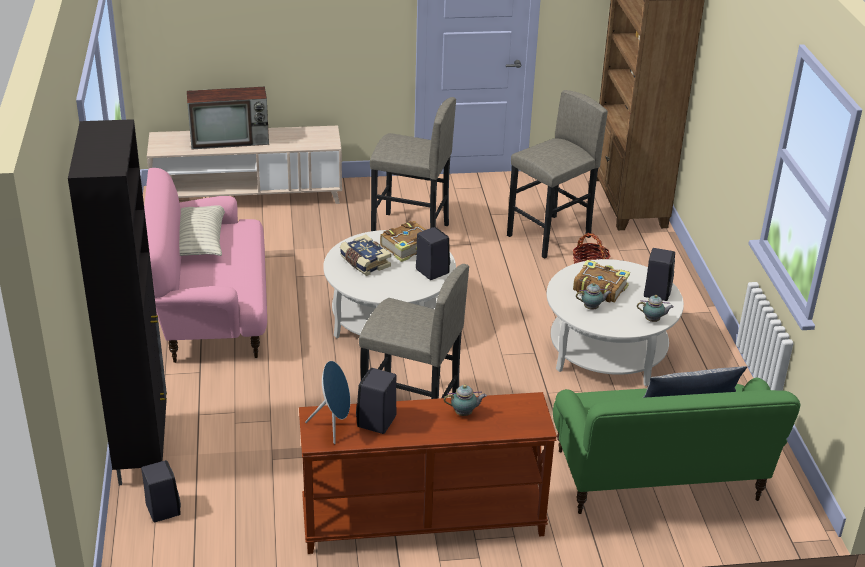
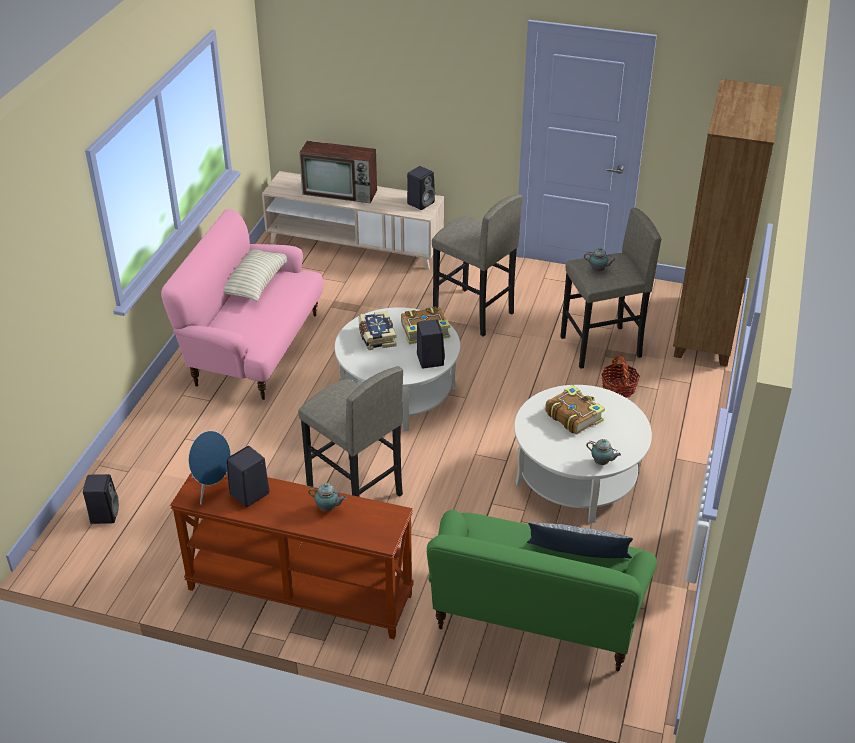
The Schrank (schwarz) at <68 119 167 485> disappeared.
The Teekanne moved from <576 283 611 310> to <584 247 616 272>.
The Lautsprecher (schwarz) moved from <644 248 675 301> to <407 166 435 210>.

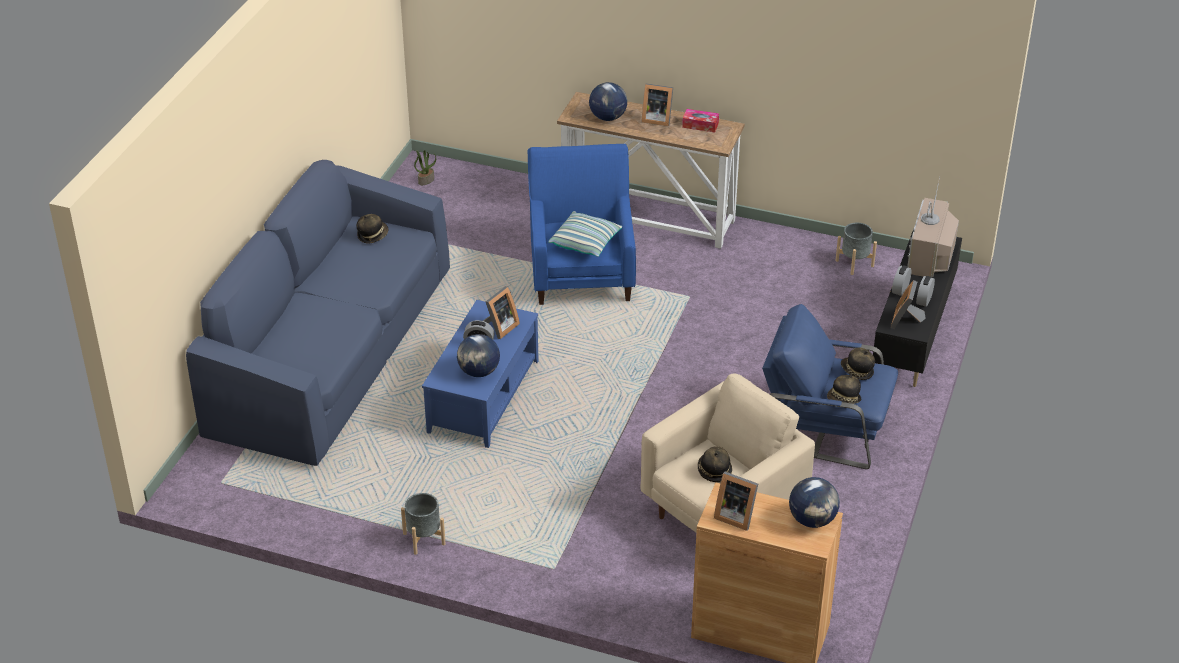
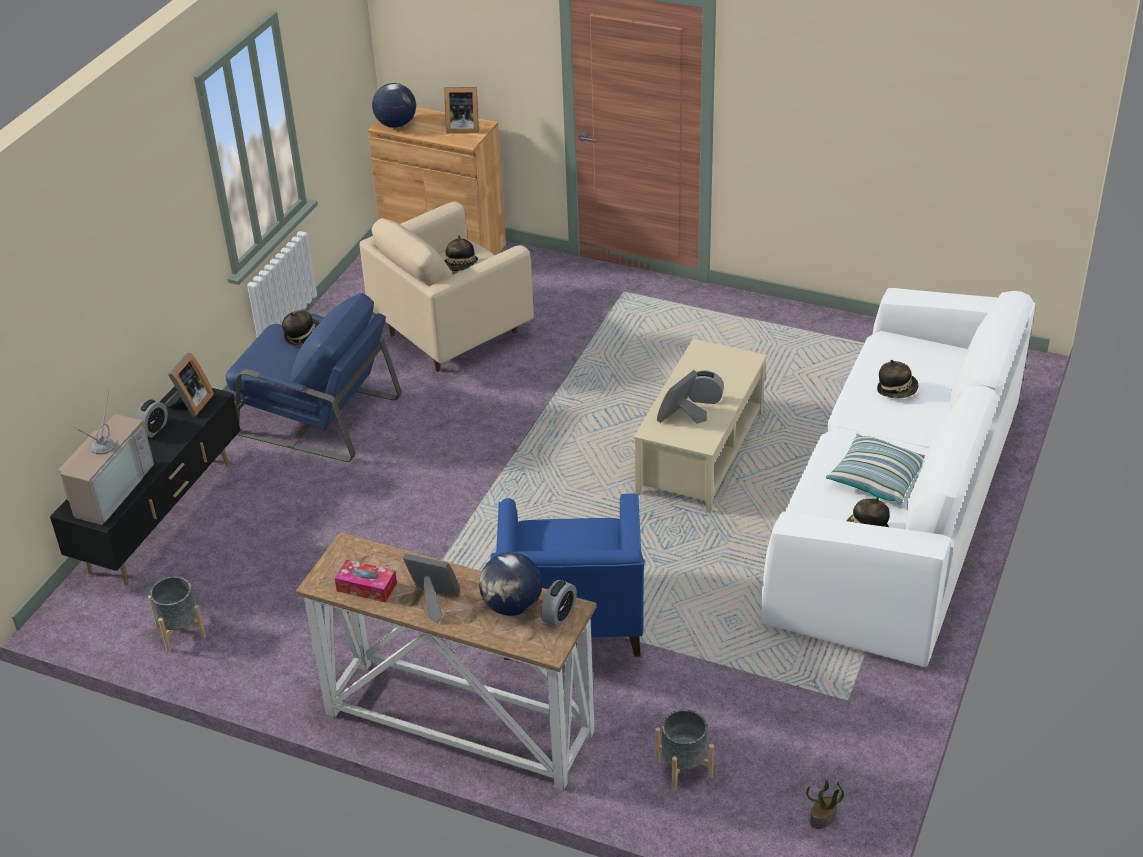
The Globus at <457 334 500 377> disappeared.
The Pflanzkübel (grau) moved from <401 493 446 555> to <655 709 714 791>.
The Kissen moved from <548 211 622 257> to <826 434 925 505>.
The Hut moved from <841 348 875 380> to <877 360 919 399>.
The Wecker moved from <892 265 912 296> to <541 580 577 627>.
The Sofa (blau) at <186 160 450 466> became the Sofa (weiß) at <761 288 1035 667>.
The Couchtisch (blau) at <422 300 539 448> became the Couchtisch (beige) at <634 339 767 513>.
The Bilderrahmen at <714 472 758 531> turned 150 degrees clockwise.

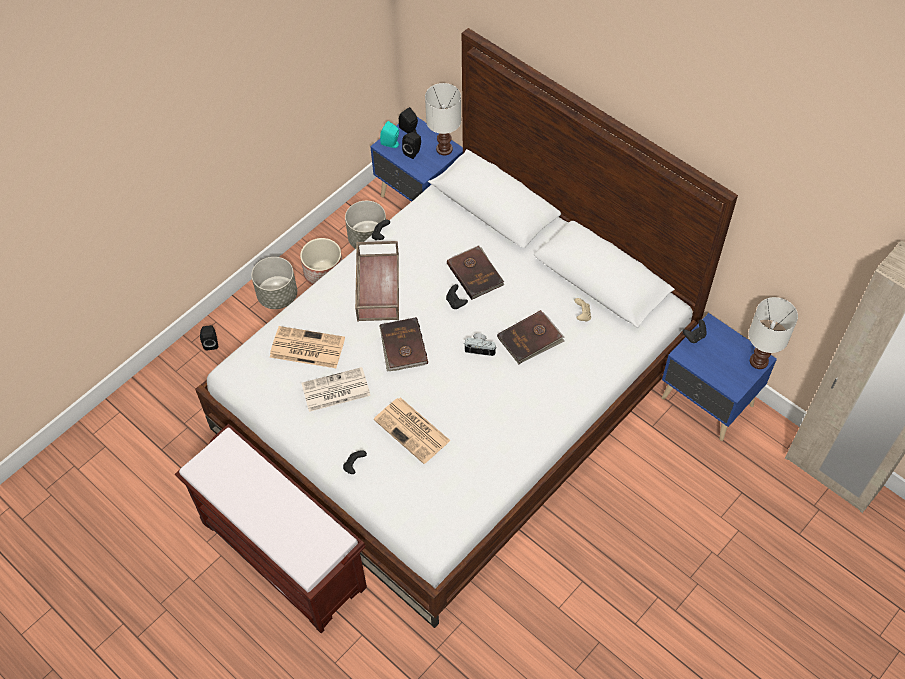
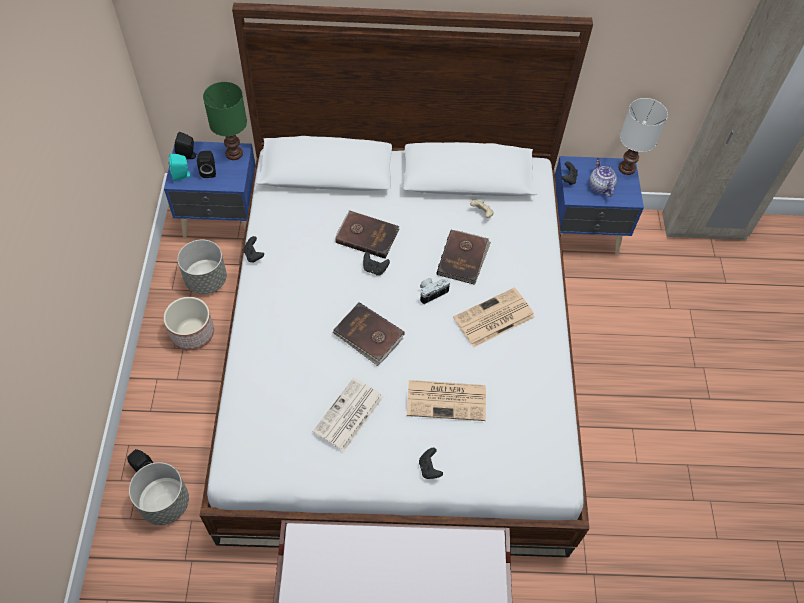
The Tablett (braun) at <355 241 399 321> disappeared.
The Teekanne at <589 158 617 197> appeared.
The Pflanzkübel (grau) moved from <251 257 297 309> to <129 462 189 525>.
The Zeitung moved from <270 326 345 368> to <453 288 535 348>.
The Tischlampe (weiß) at <425 83 461 155> became the Tischlampe (grün) at <203 82 247 160>.

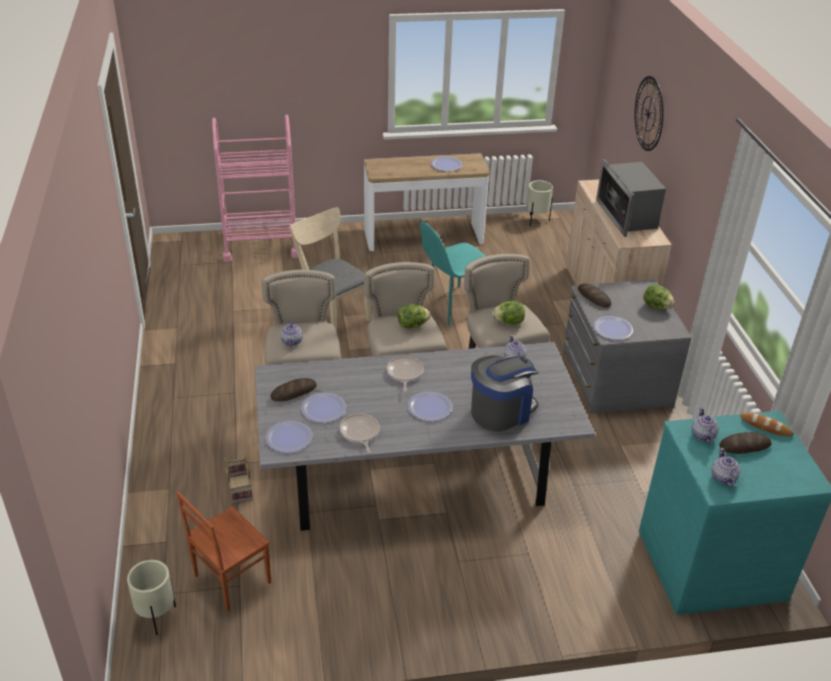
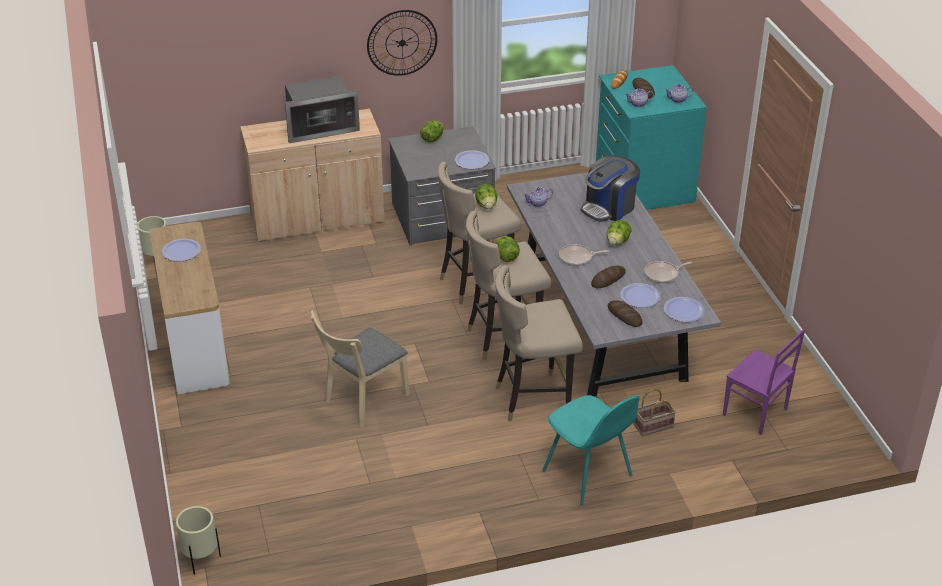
The Rollwagen (rosa) at <212 115 298 262> disappeared.
The Teekanne at <281 319 303 347> disappeared.
The Pflanzkübel (beige) moved from <127 560 176 635> to <176 506 221 574>.
The Stuhl (türkis) moved from <420 221 485 326> to <542 395 640 505>.
The Brot moved from <578 284 611 308> to <591 266 626 288>.
The Wanduhr moved from <634 76 664 151> to <367 10 437 76>.
The Teller at <408 391 453 421> was replaced by the Salatkopf at <607 220 632 245>.
The Stuhl (braun) at <176 491 271 611> became the Stuhl (lila) at <723 328 805 435>.
The Kaffeemaschine at <471 355 539 432> turned 90 degrees counterclockwise.

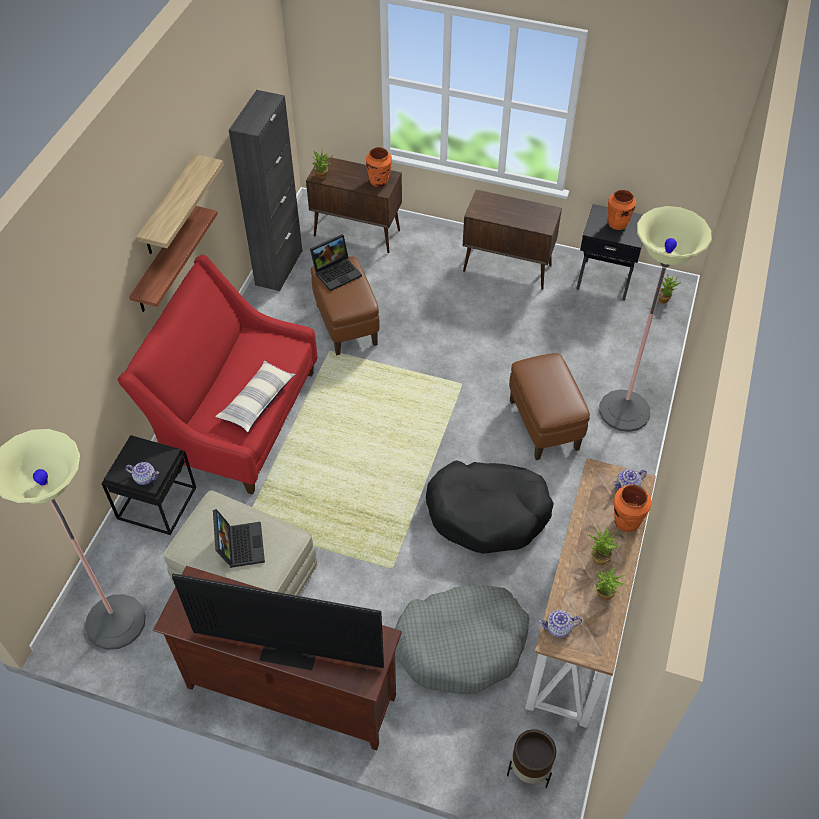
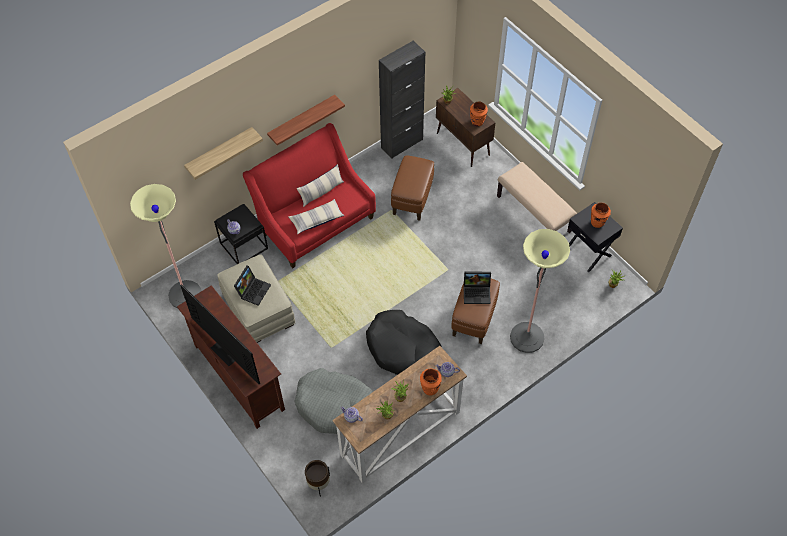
The Kissen at <297 164 344 207> appeared.
The Wandregal moved from <136 154 224 254> to <184 127 263 180>.
The Laptop moved from <310 234 362 291> to <463 272 491 304>.
The Schrank (braun) at <463 190 562 290> was replaced by the Bank (beige) at <497 162 577 233>.

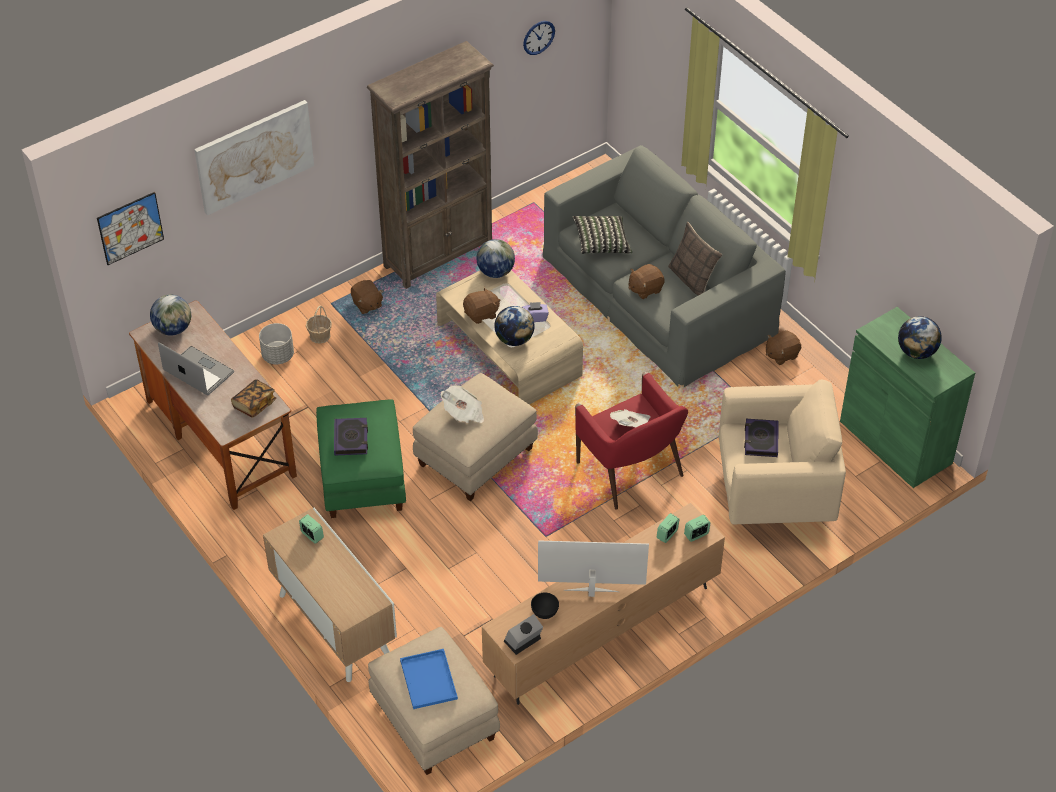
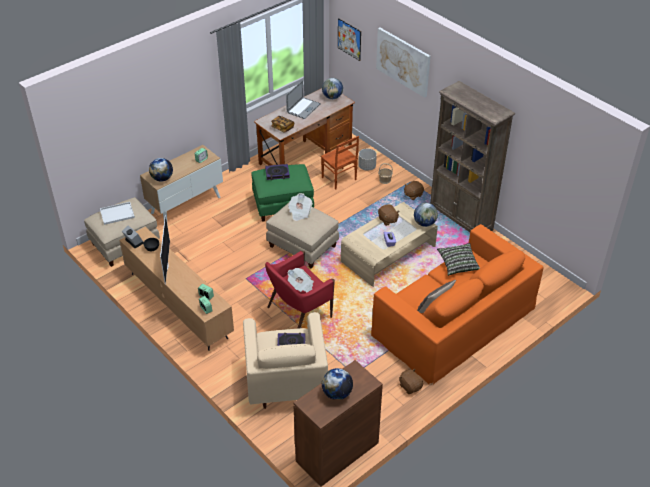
The Wanduhr at <523 21 555 55> disappeared.
The Plüschtier (braun) at <629 264 665 299> disappeared.
The Stuhl (braun) at <321 136 359 190> appeared.
The Globus moved from <494 306 535 346> to <149 158 173 182>.
The Tablett (blau) at <400 649 458 709> became the Tablett (weiß) at <100 202 135 225>.
The Sofa (grau) at <543 145 786 387> became the Sofa (orange) at <371 224 543 385>.
The Schrank (grün) at <840 307 975 488> became the Schrank (braun) at <293 360 383 487>.

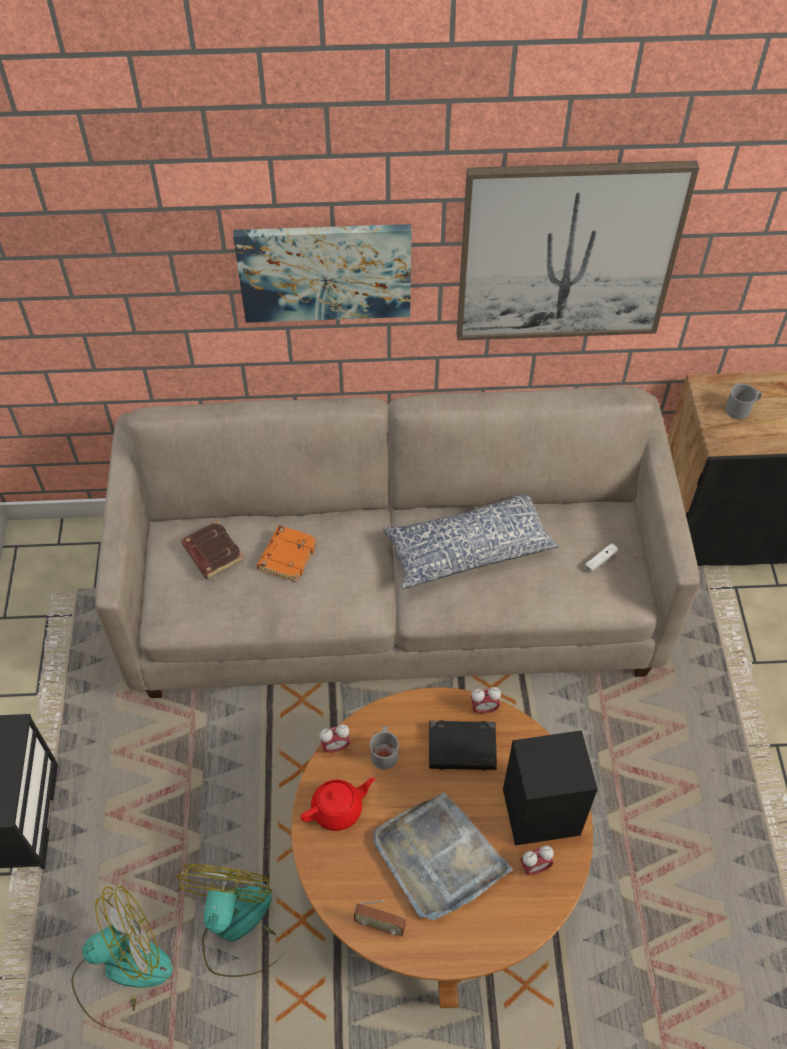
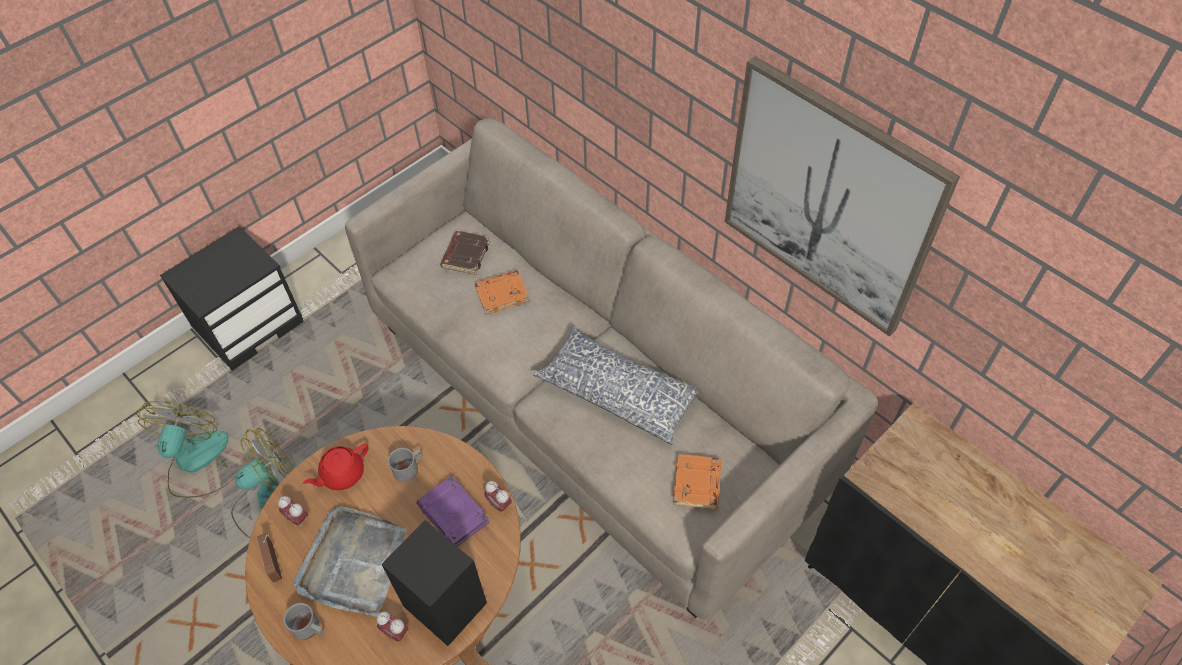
The Bild at <233 224 411 323> disappeared.
The Wecker moved from <319 724 351 754> to <278 496 308 527>.
The Henkelbecher (grau) moved from <726 383 762 419> to <284 603 324 640>.
The Gamepad (weiß) at <585 543 618 572> was replaced by the Buch (orange) at <673 454 721 509>.
The Buch (schwarz) at <429 720 497 770> became the Buch (lila) at <417 476 489 547>.
The Ventilator at <72 886 173 1031> turned 105 degrees counterclockwise.
The Teekanne (rot) at <300 777 375 831> turned 120 degrees clockwise.

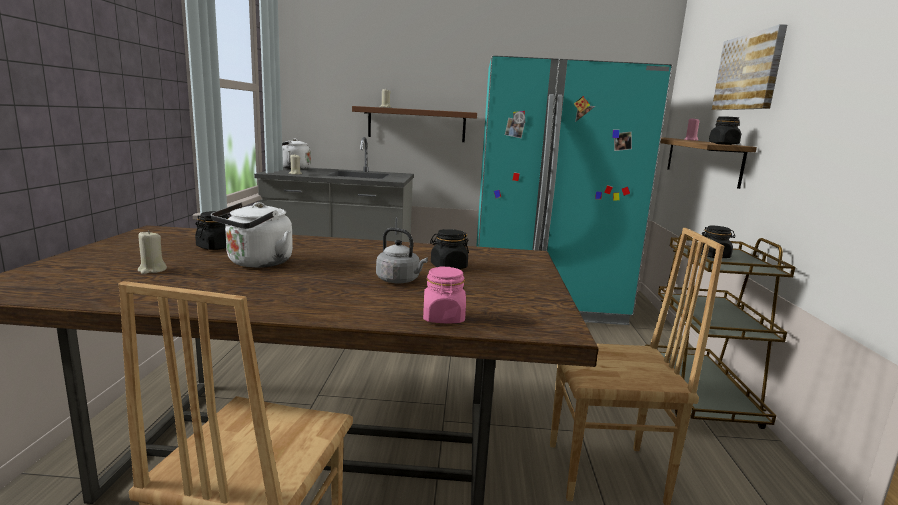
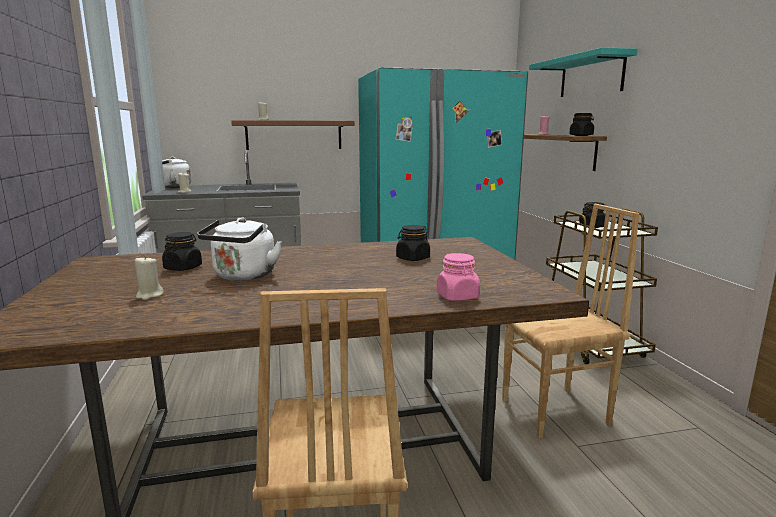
The Wasserkessel (grau) at <376 228 428 284> disappeared.
The Bild at <712 24 787 110> was replaced by the Wandregal (türkis) at <529 47 637 97>.

